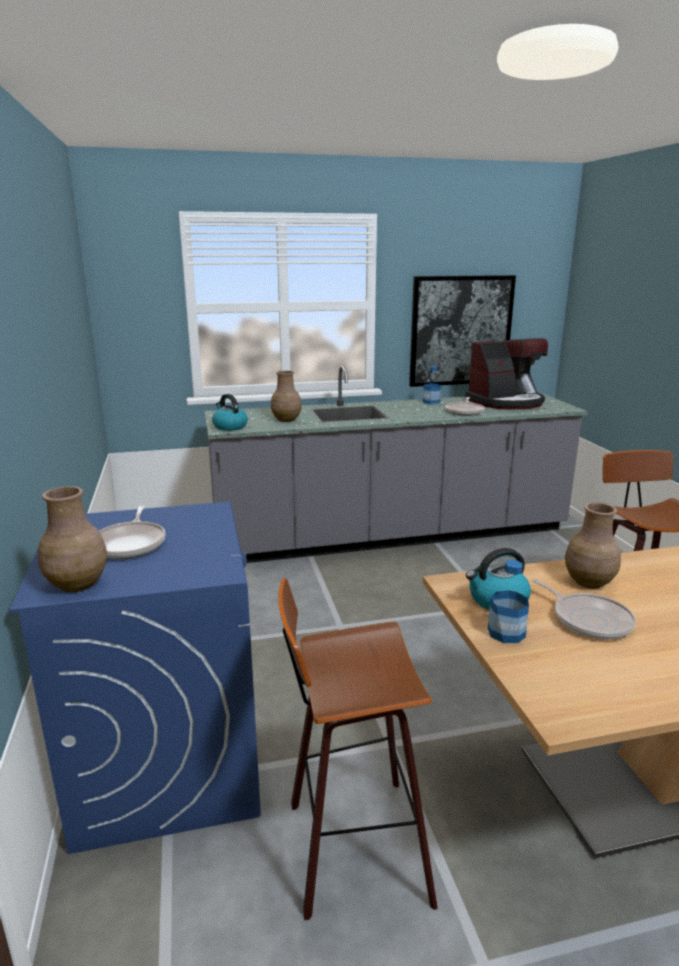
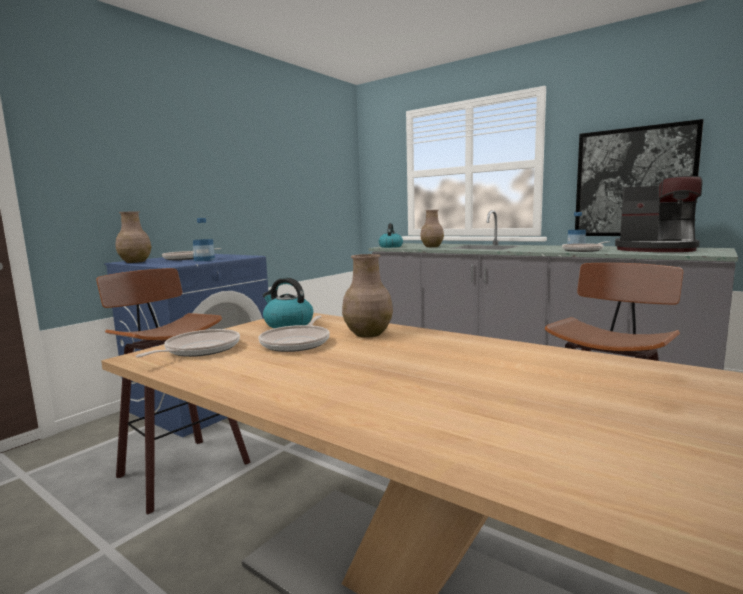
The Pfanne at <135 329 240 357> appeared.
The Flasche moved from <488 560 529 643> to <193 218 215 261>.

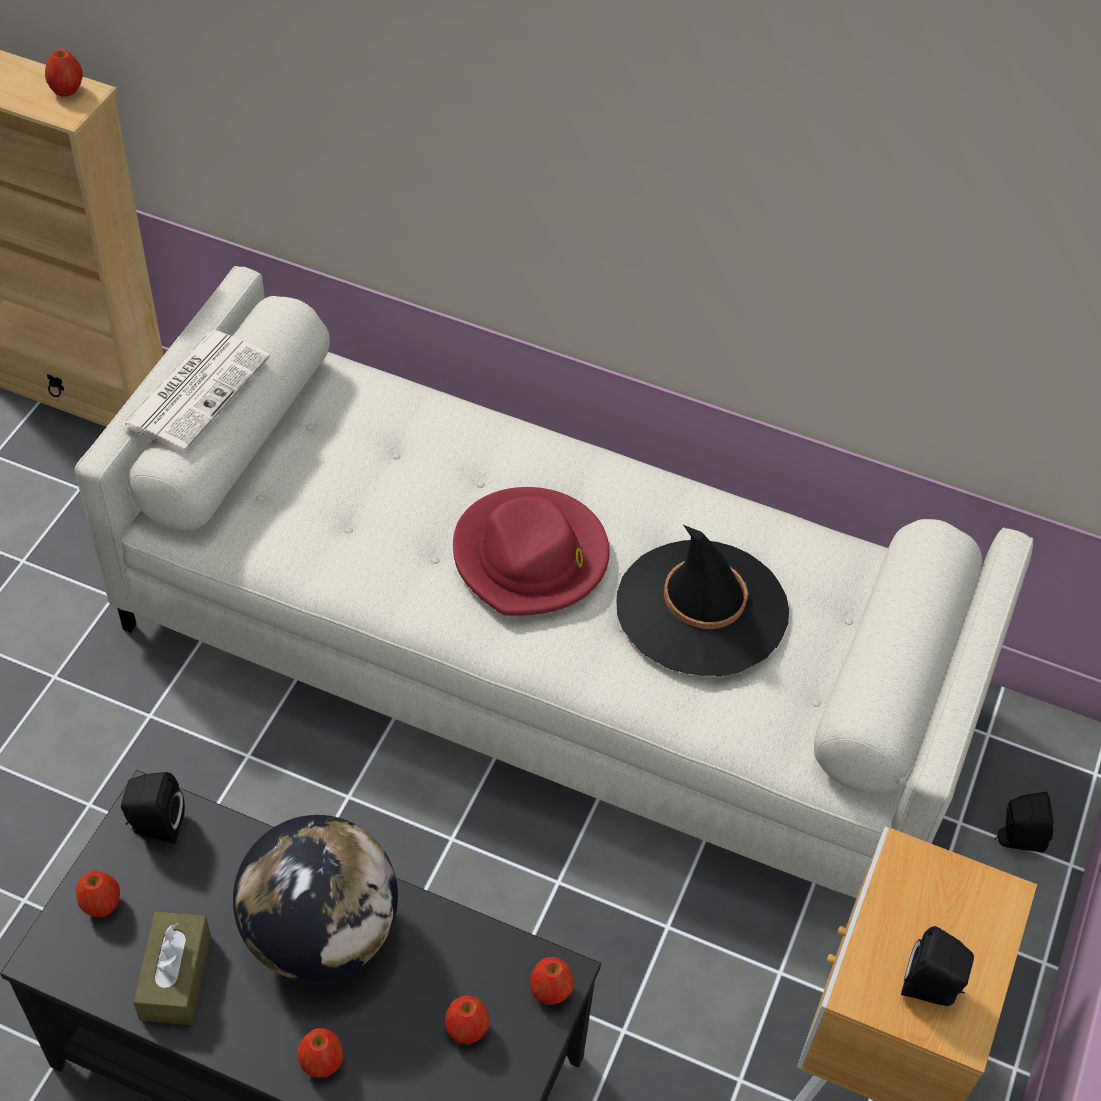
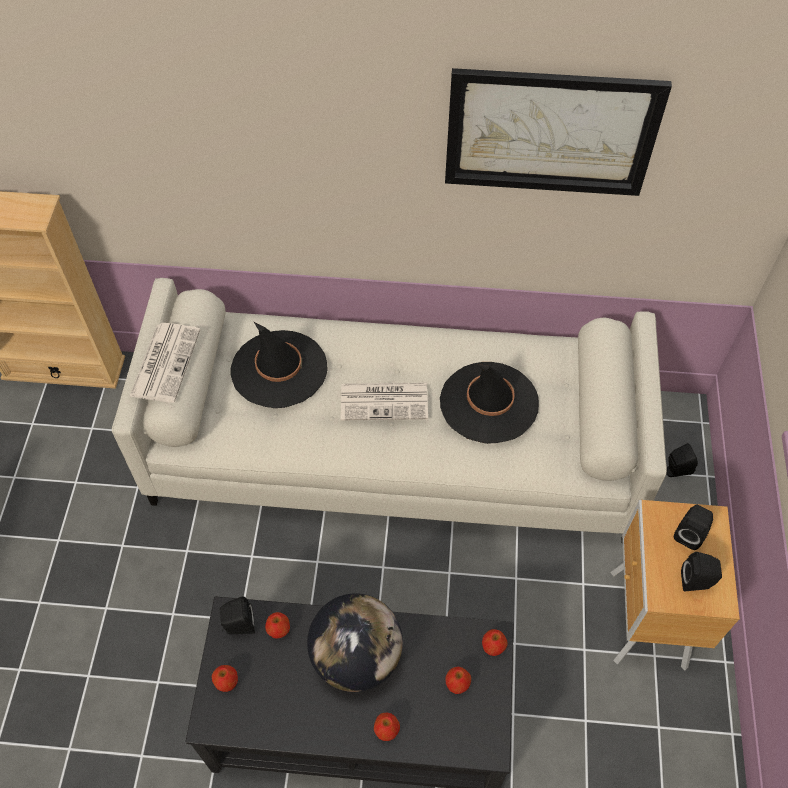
The Taschentuchbox (braun) at <133 911 211 1025> disappeared.
The Hut (schwarz) at <230 322 328 408> appeared.
The Bild at <445 68 672 196> appeared.
The Lautsprecher (schwarz) at <674 505 713 550> appeared.
The Apfel moved from <45 49 83 97> to <265 612 290 638>.
The Hut (rot) at <453 487 610 616> was replaced by the Zeitung at <341 383 428 421>.

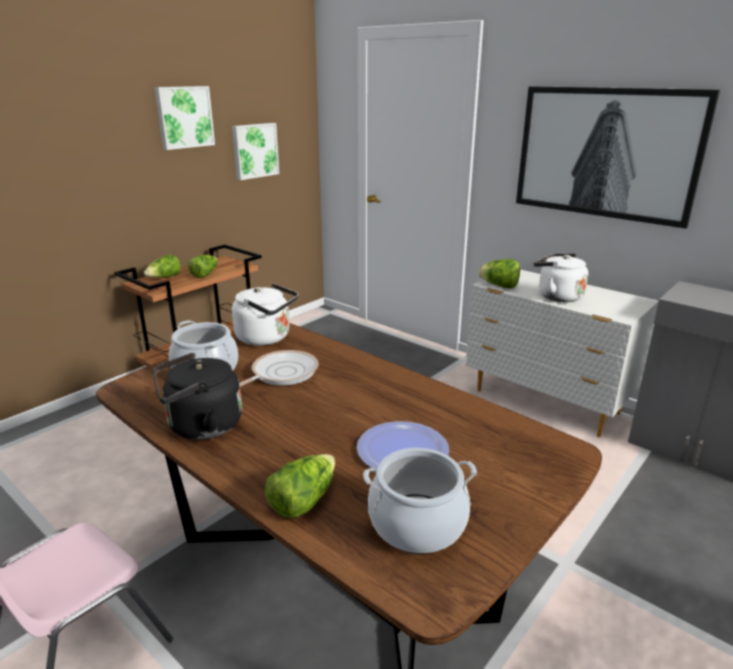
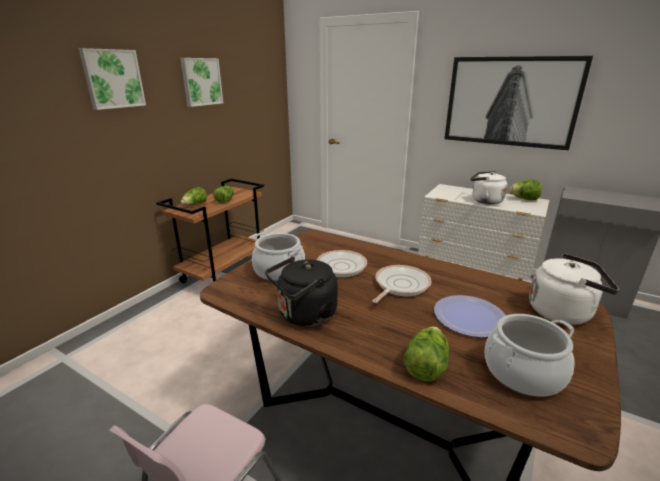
The Pfanne at <372 265 432 303> appeared.
The Bild moved from <232 123 279 180> to <78 48 146 110>.
The Wasserkessel (weiß) moved from <232 283 298 346> to <529 254 619 325>.
The Salatkopf moved from <479 259 520 288> to <509 180 542 200>.

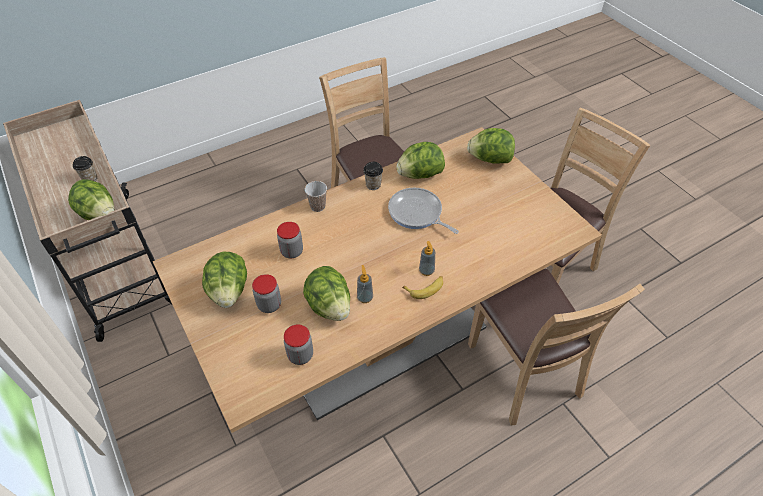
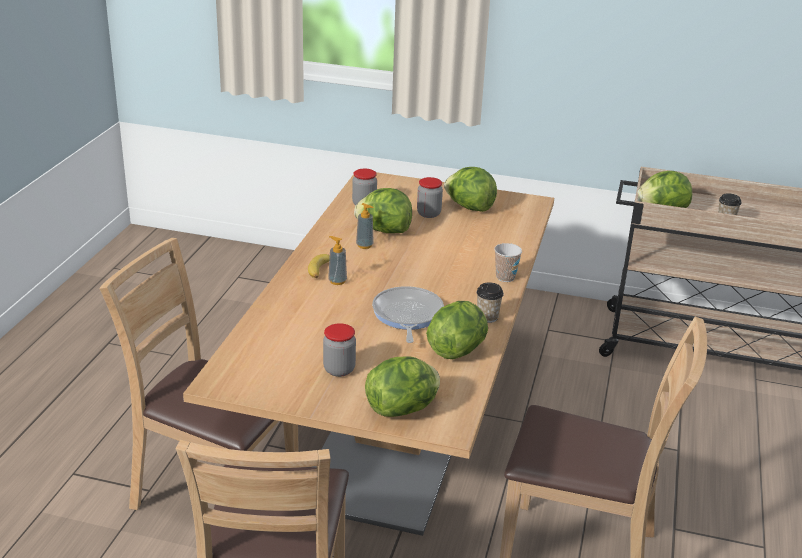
The Vorratsglas moved from <277 222 303 259> to <323 323 356 377>.
The Pfanne at <388 188 459 234> turned 90 degrees counterclockwise.

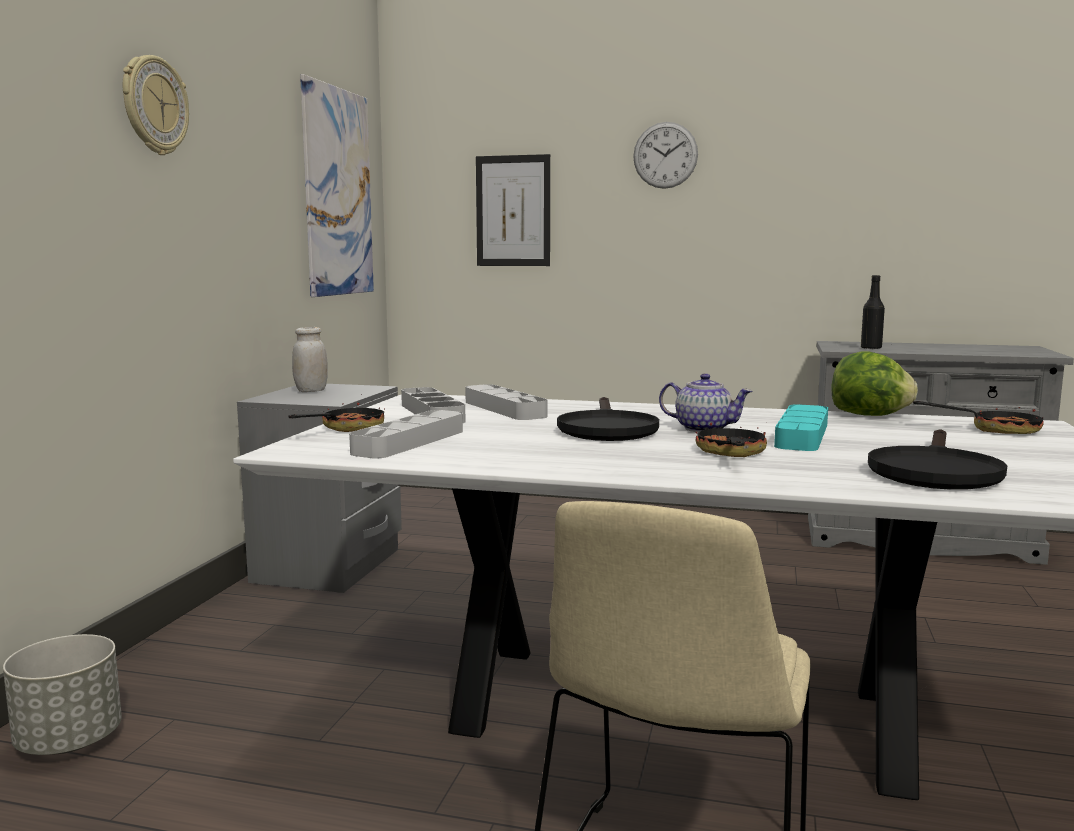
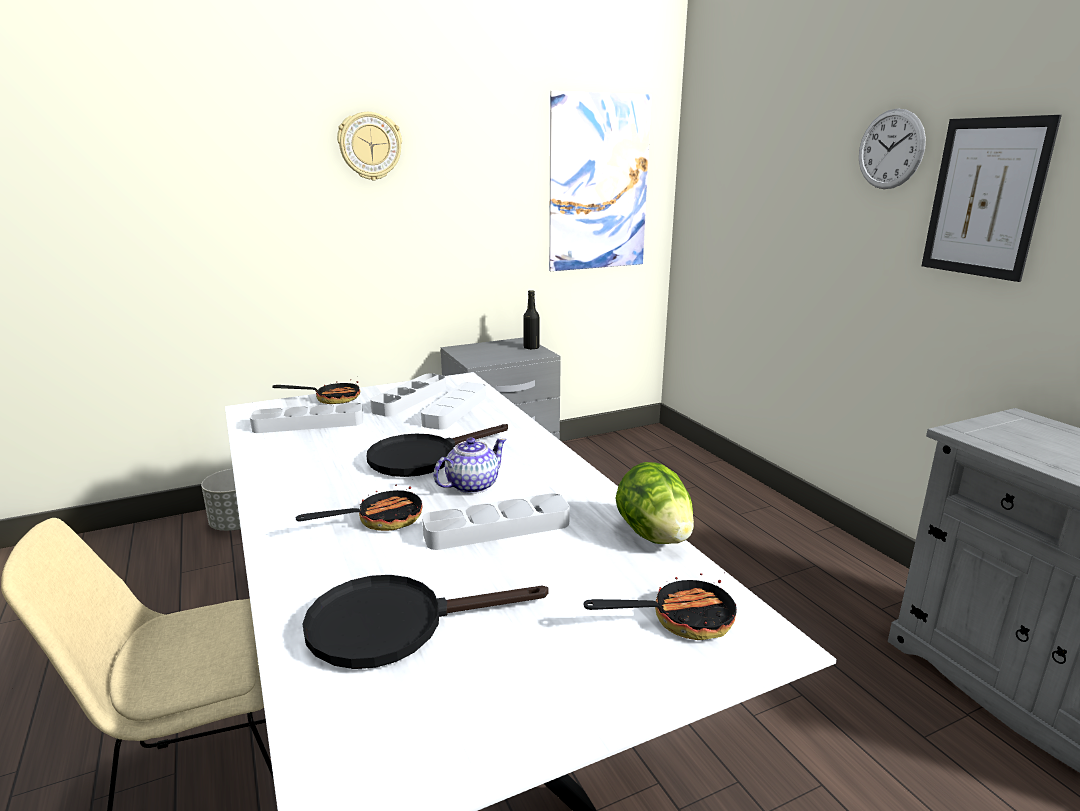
The Vorratsglas (weiß) at <292 327 328 392> disappeared.
The Bild moved from <476 154 550 266> to <922 115 1062 282>.
The Flasche (schwarz) moved from <861 275 885 349> to <523 290 540 350>.
The Tablett (türkis) at <774 404 828 451> became the Tablett (grau) at <422 493 570 550>.
The Teekanne at <659 374 753 432> turned 120 degrees counterclockwise.
The Pfanne at <913 401 1044 434> turned 75 degrees counterclockwise.

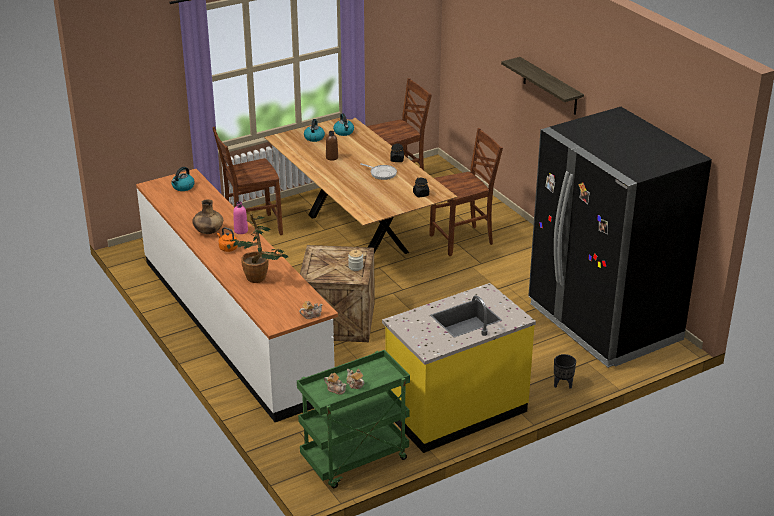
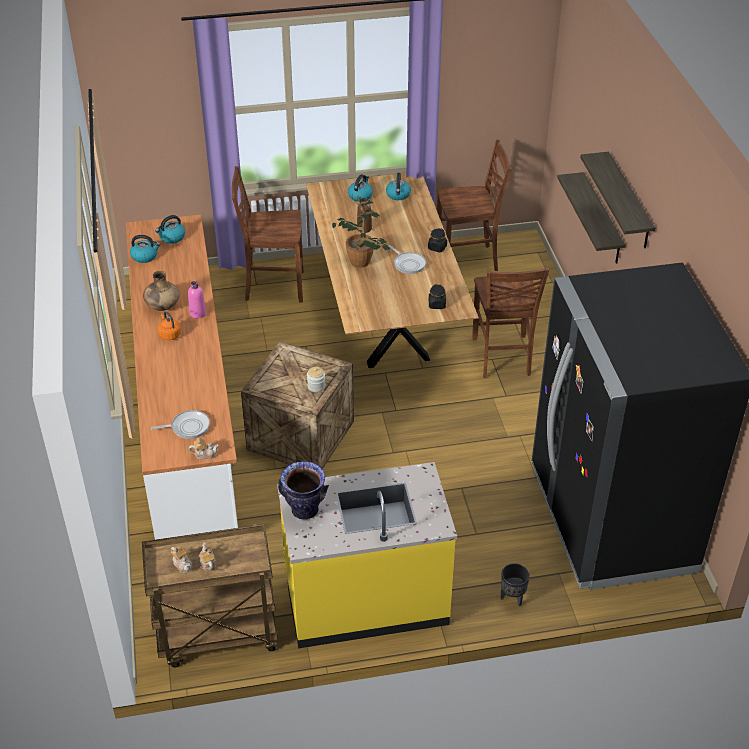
The Wasserkessel at <130 235 160 263> appeared.
The Pfanne at <150 410 210 439> appeared.
The Vase at <278 461 329 520> appeared.
The Wandregal at <557 172 625 264> appeared.
The Topfpflanze moved from <227 214 289 283> to <332 196 390 268>.
The Rollwagen (grün) at <297 350 410 488> became the Rollwagen (braun) at <142 524 278 667>.
The Stuhl (braun) at <429 128 503 256> turned 90 degrees clockwise.

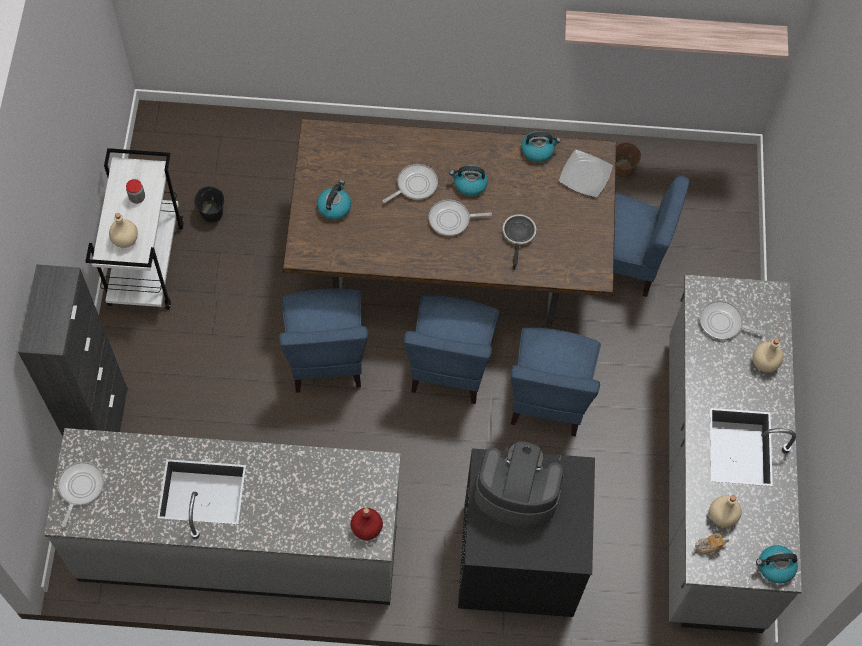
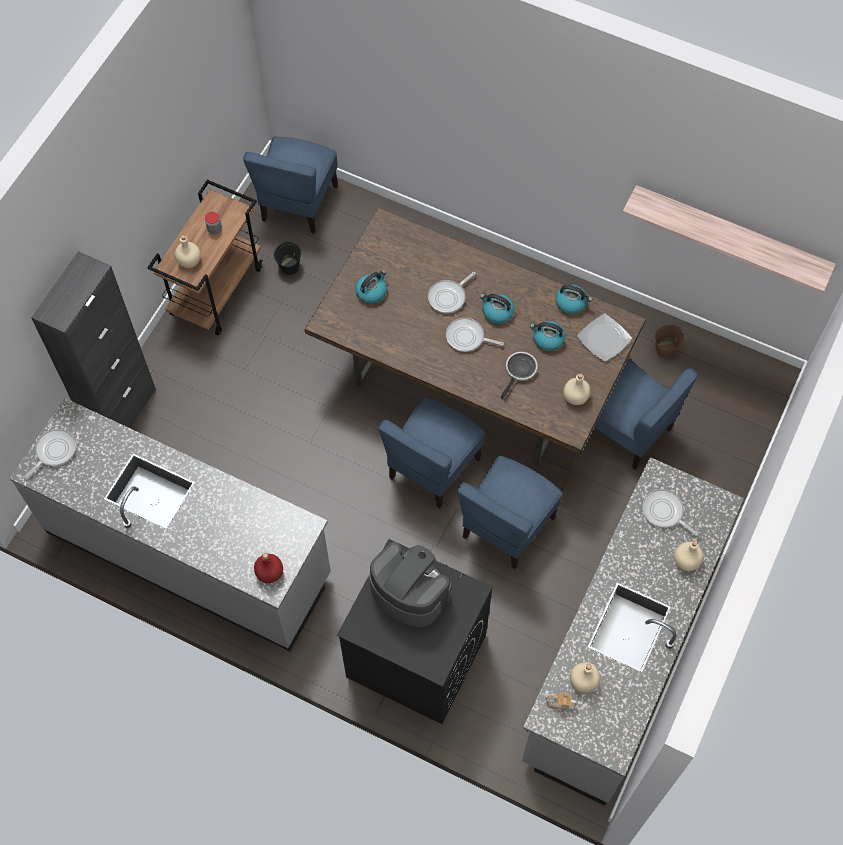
The Flasche (beige) at <563 373 590 405> appeared.
The Stuhl (blau) moved from <279 288 368 393> to <243 137 338 234>.
The Wasserkessel moved from <756 545 798 584> to <530 321 566 351>.
The Rollwagen (weiß) at <85 148 184 310> became the Rollwagen (braun) at <147 180 262 336>.
The Pfanne at <383 164 438 203> turned 150 degrees clockwise.

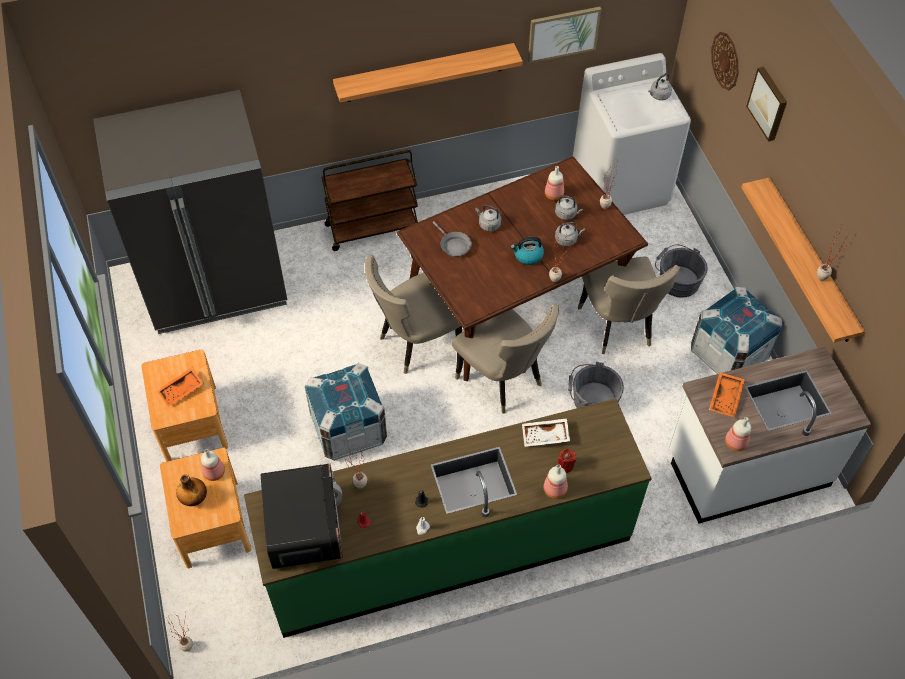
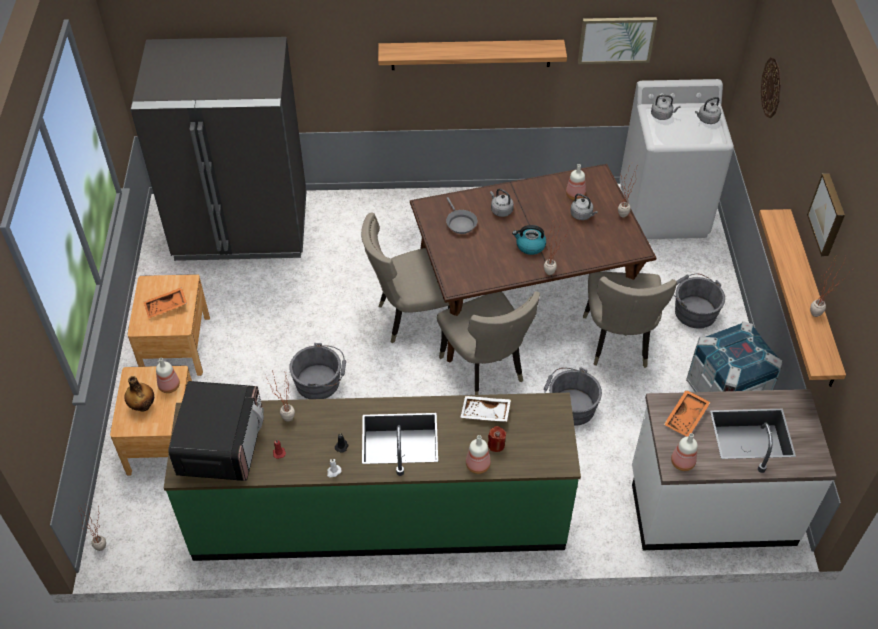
The Rollwagen (braun) at <322 150 418 251> disappeared.
The Wasserkessel (grau) moved from <555 222 585 246> to <651 95 681 120>.
The Bild moved from <746 67 787 142> to <807 173 845 256>.
The Kiste at <305 363 387 461> was replaced by the Eimer (grau) at <289 343 346 399>.

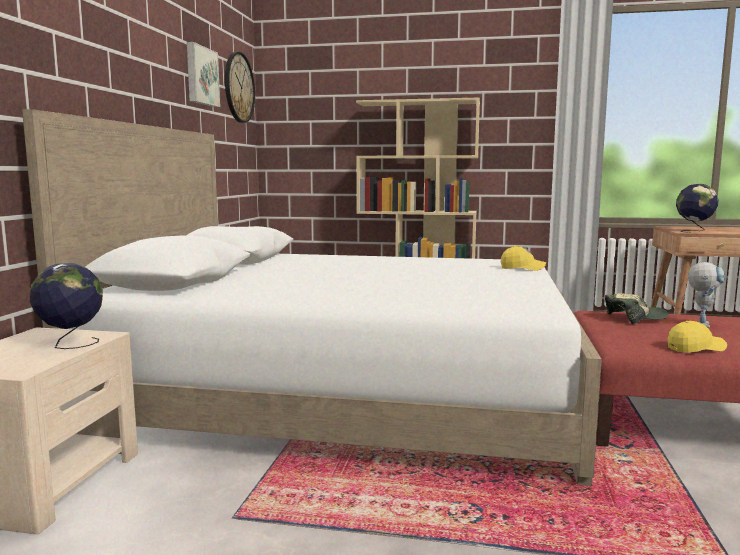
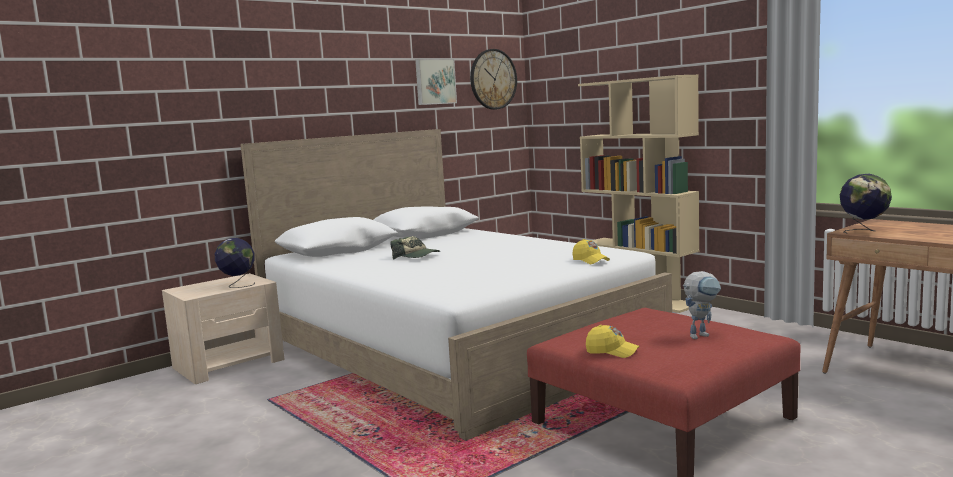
The Kappe moved from <605 293 668 324> to <390 236 440 260>.

